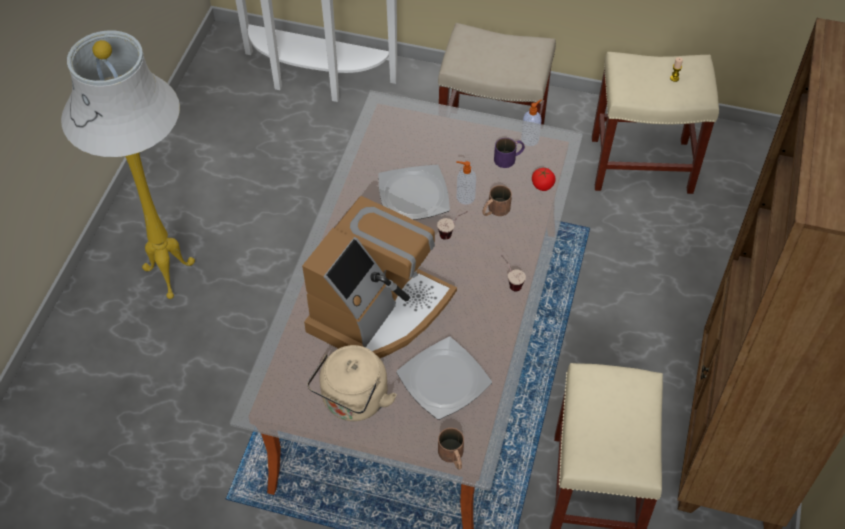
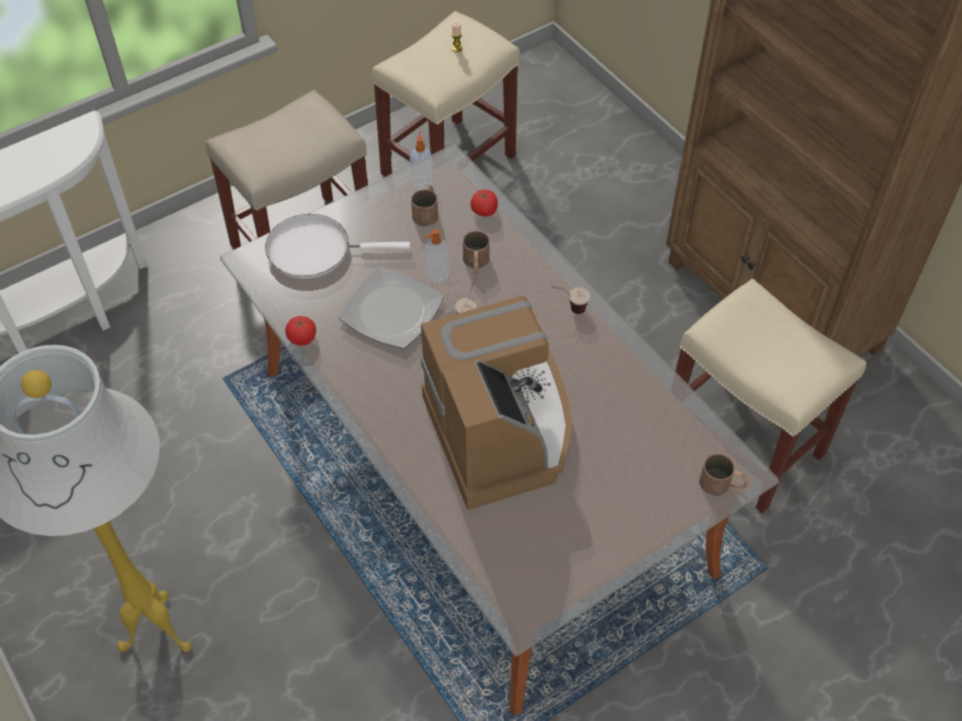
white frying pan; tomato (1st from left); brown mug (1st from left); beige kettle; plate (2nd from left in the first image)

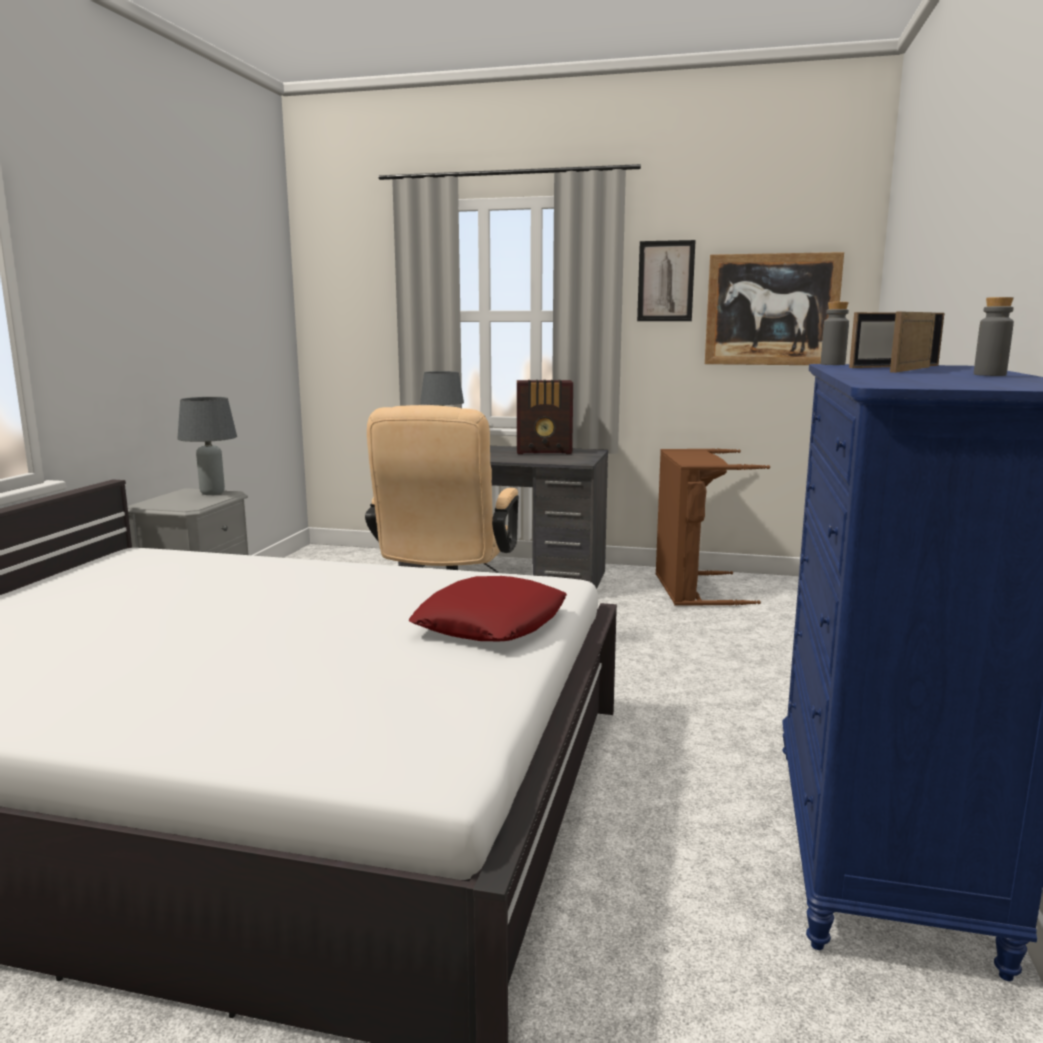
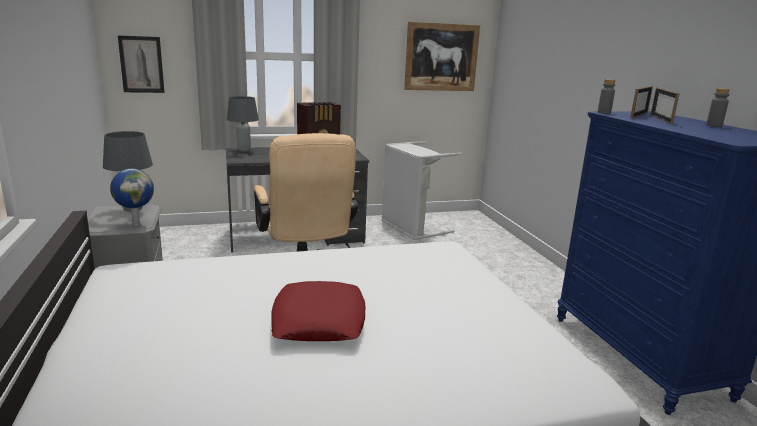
globe; picture (1st from left); red pillow; grey laundry basket

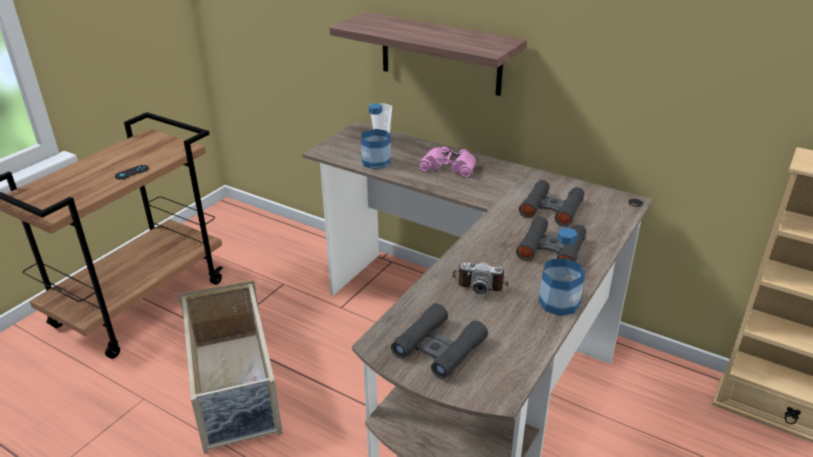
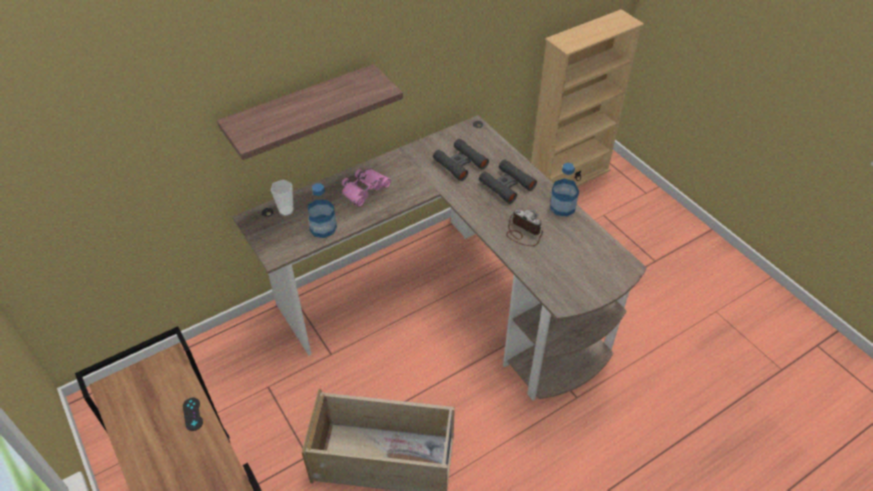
photo camera; black binoculars (1st from left in the first image)

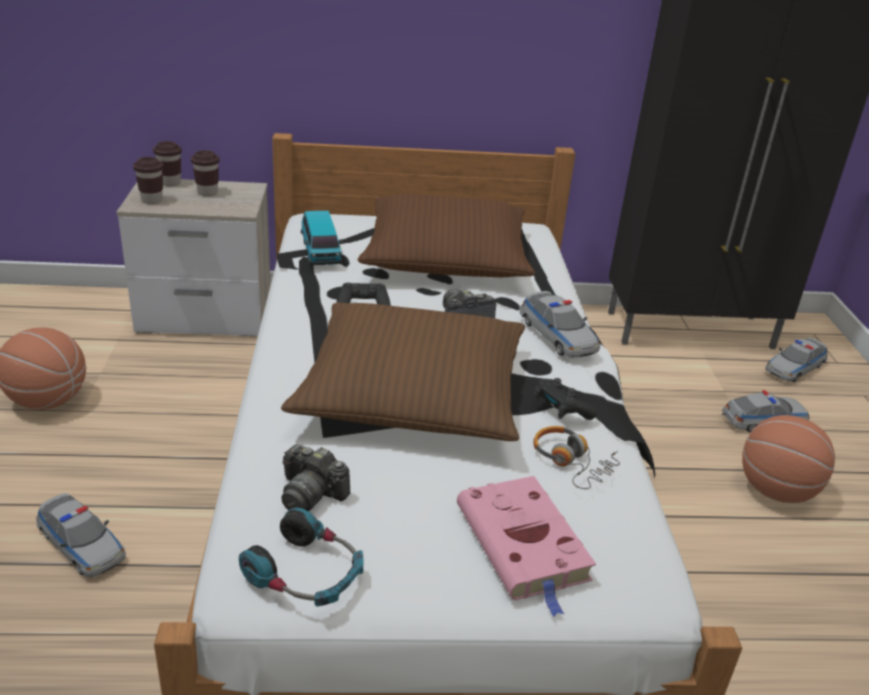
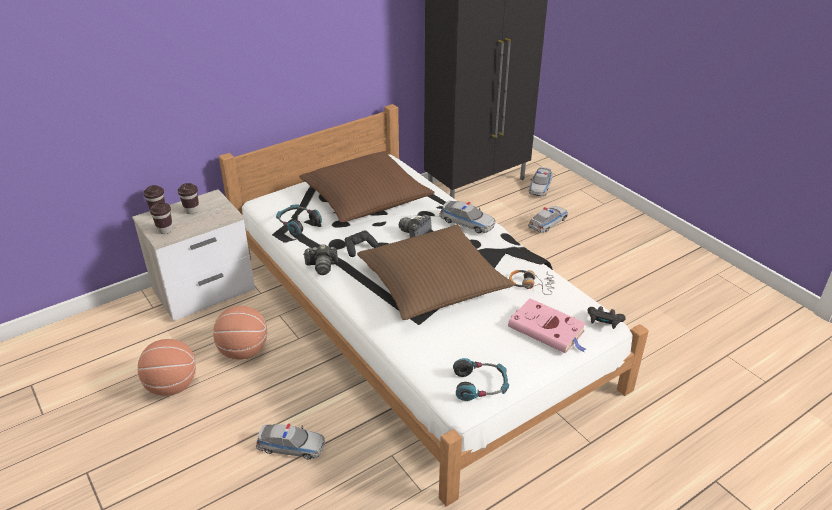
basketball (2nd from left); headphones (1st from left); photo camera (1st from left); black game controller (2nd from left)

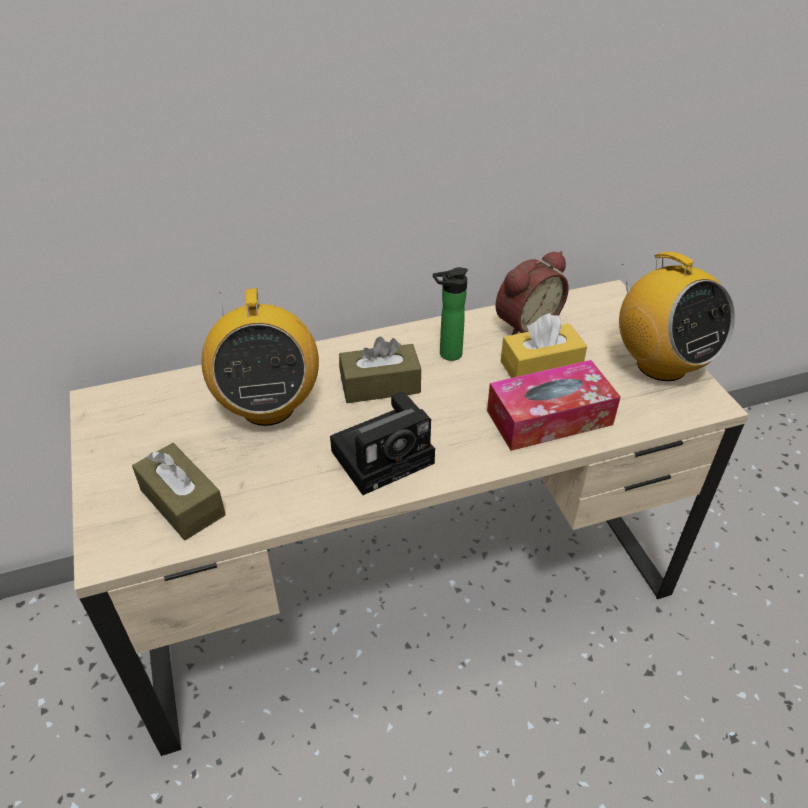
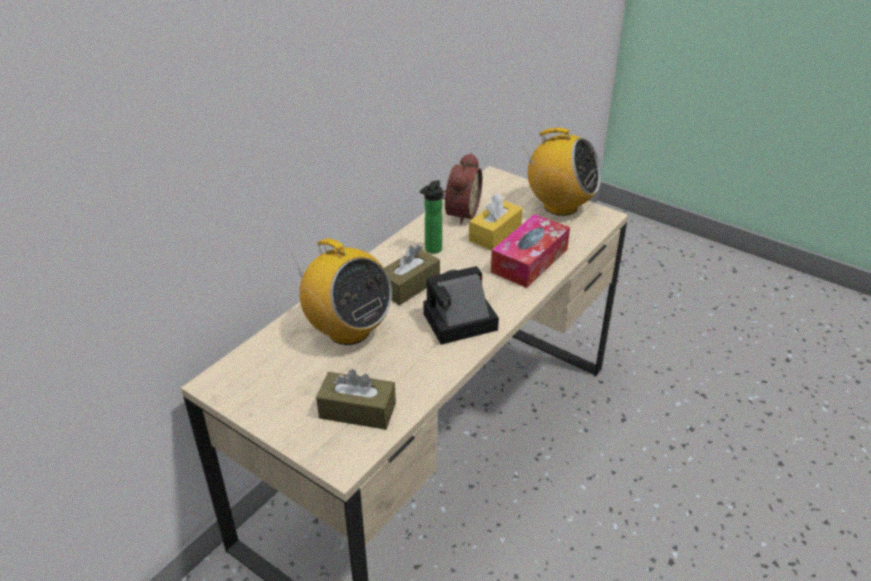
photo camera

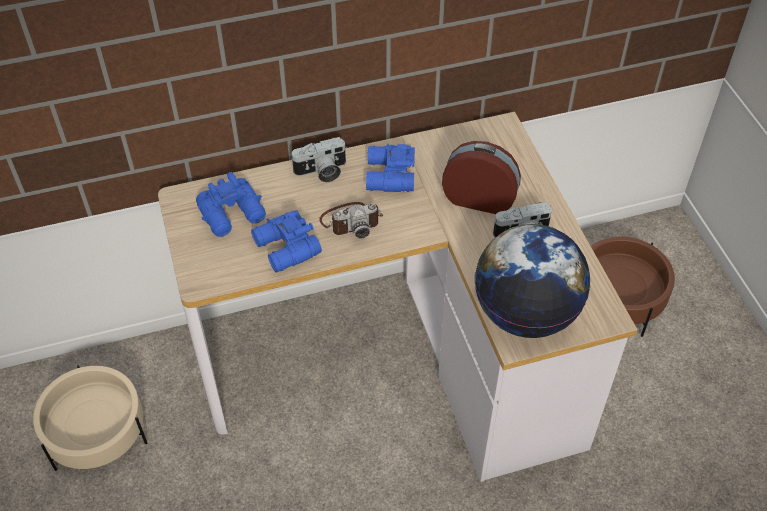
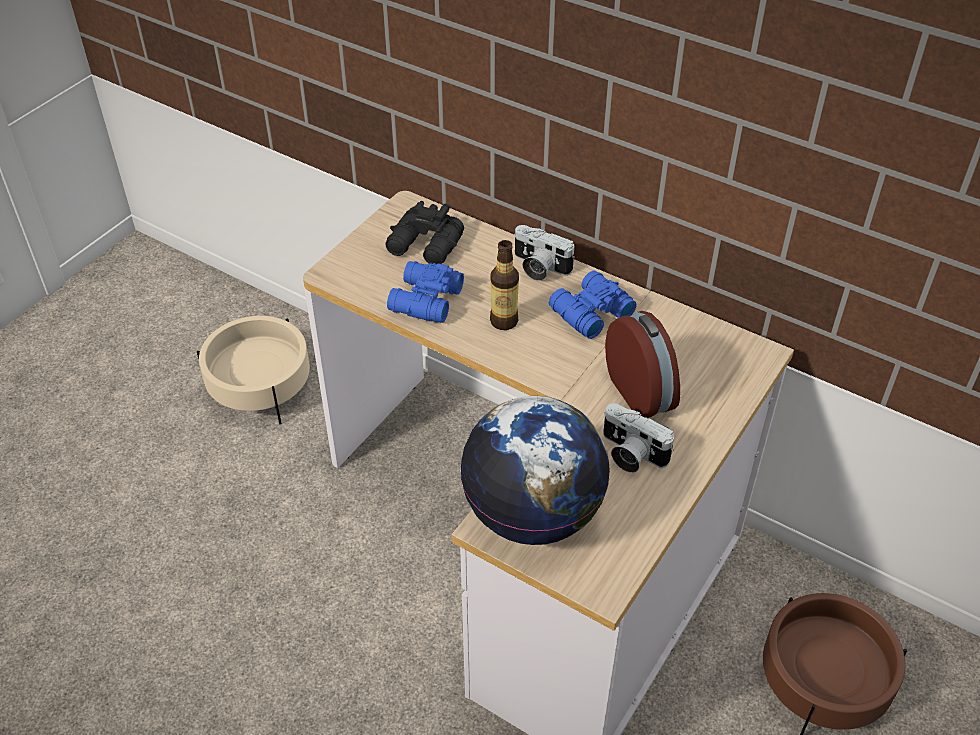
black binoculars; bottle

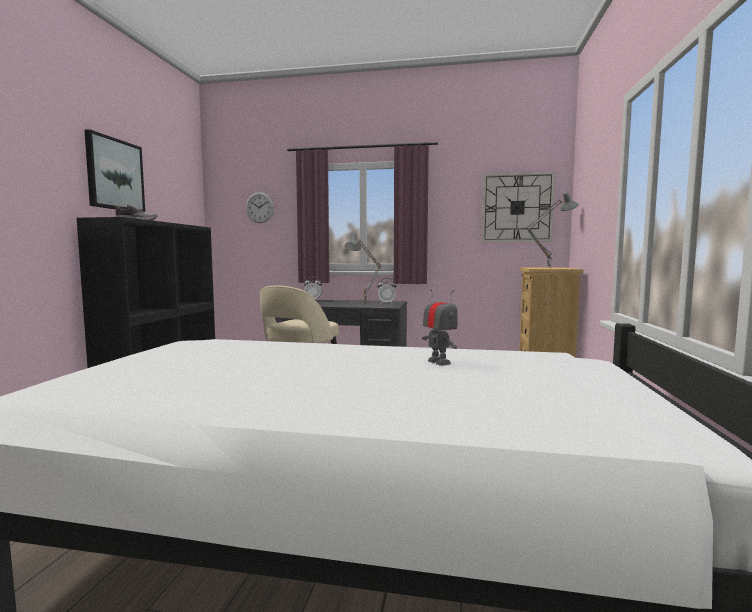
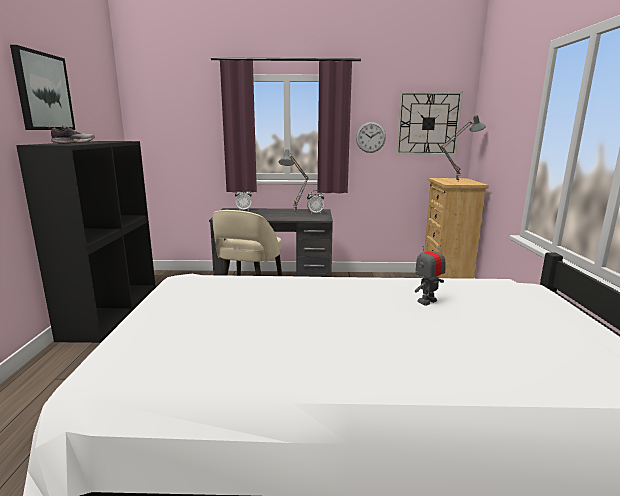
wall clock (1st from left); toy robot

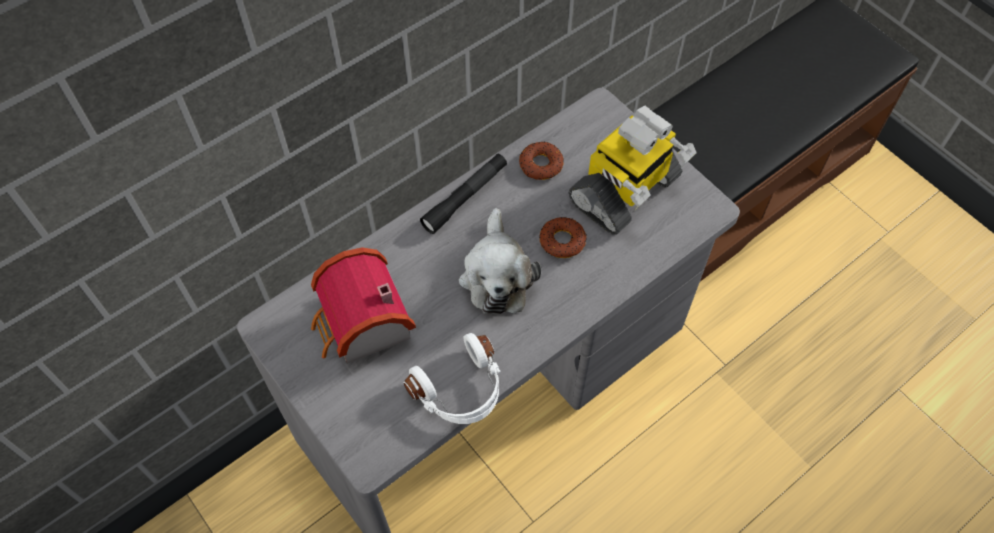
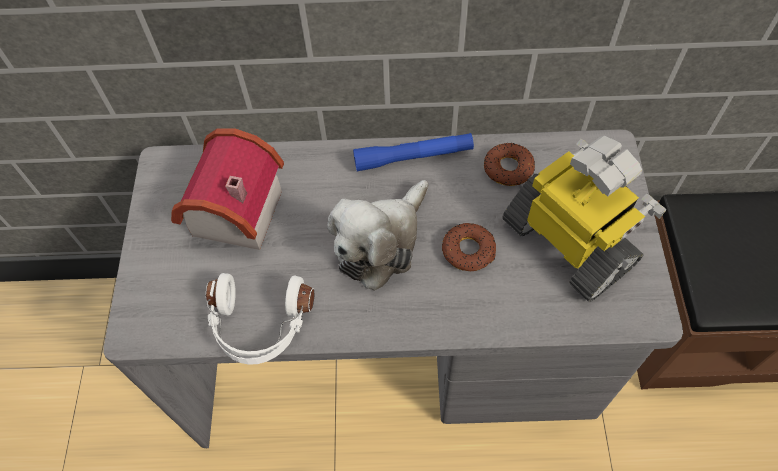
blue flashlight; toy robot

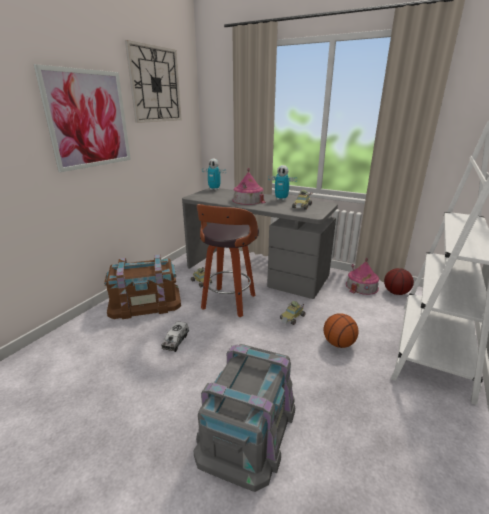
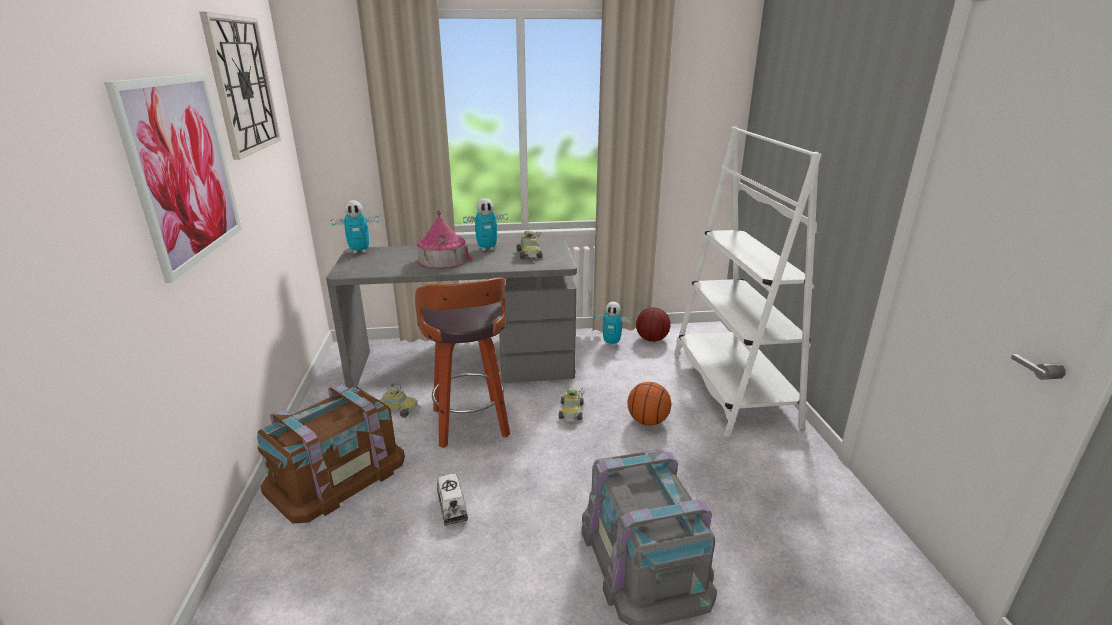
toy robot (3rd from left)

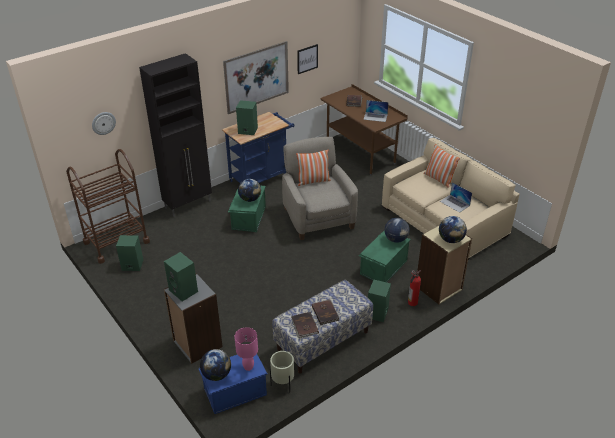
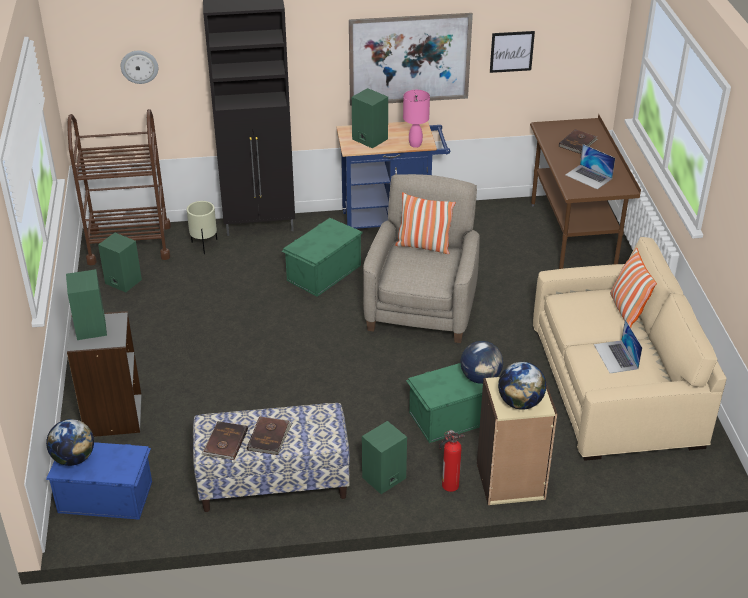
beige planter; pink table lamp; globe (2nd from left in the first image)

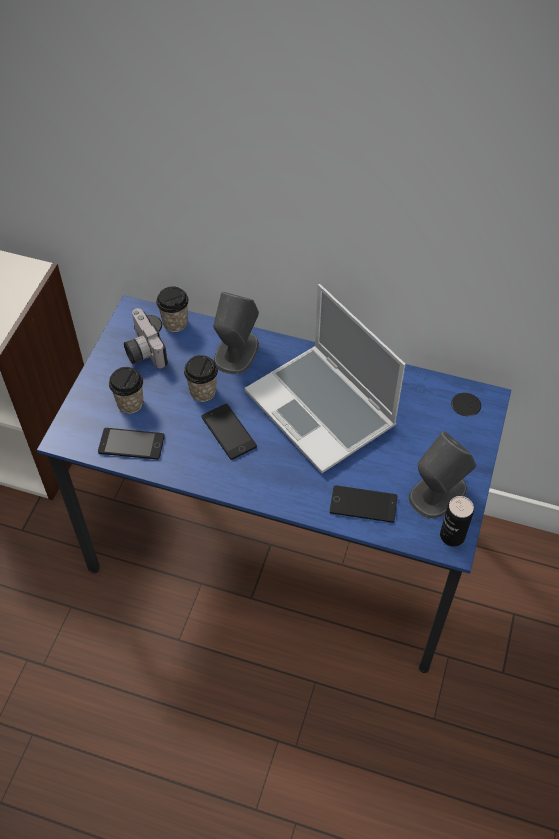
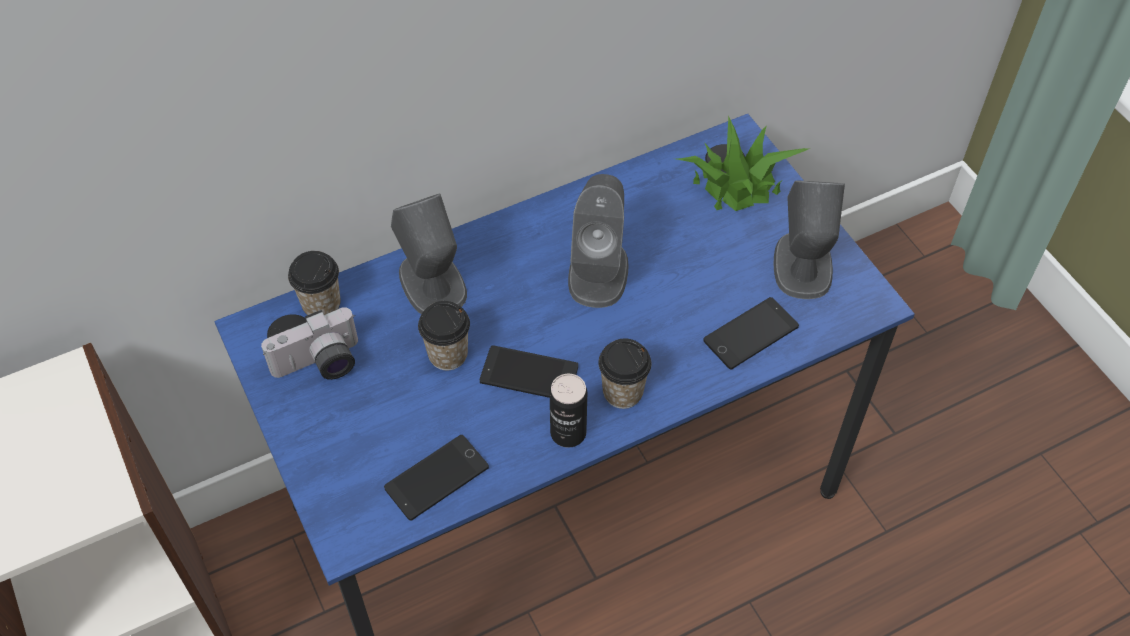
photo camera; can; grey speaker (2nd from left); cup (3rd from left); potted plant

